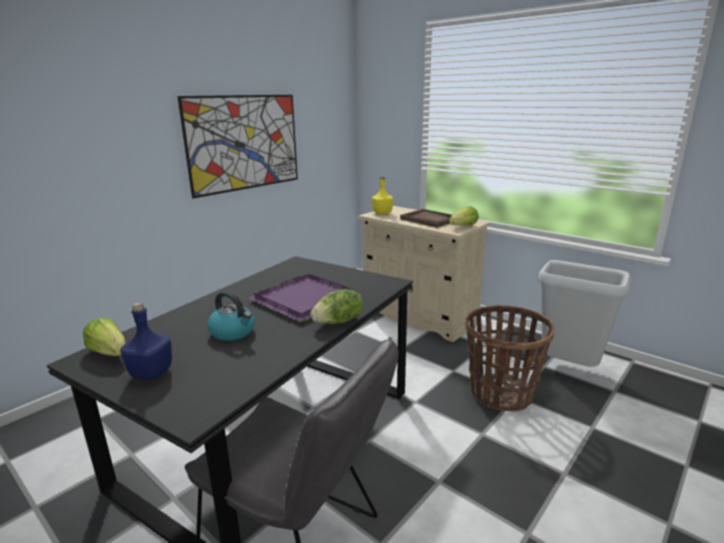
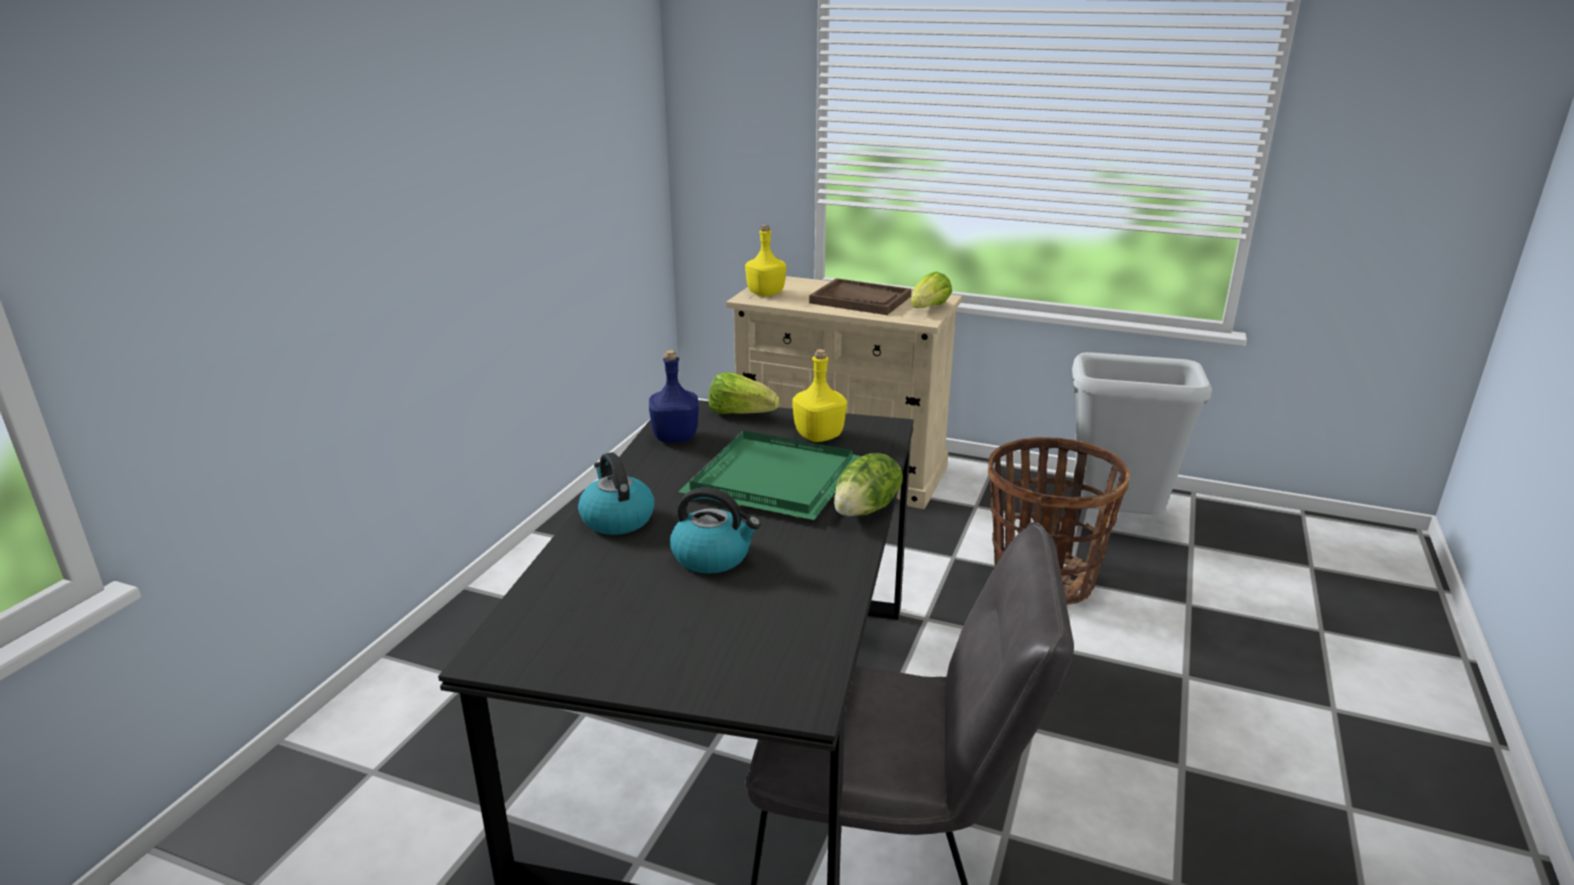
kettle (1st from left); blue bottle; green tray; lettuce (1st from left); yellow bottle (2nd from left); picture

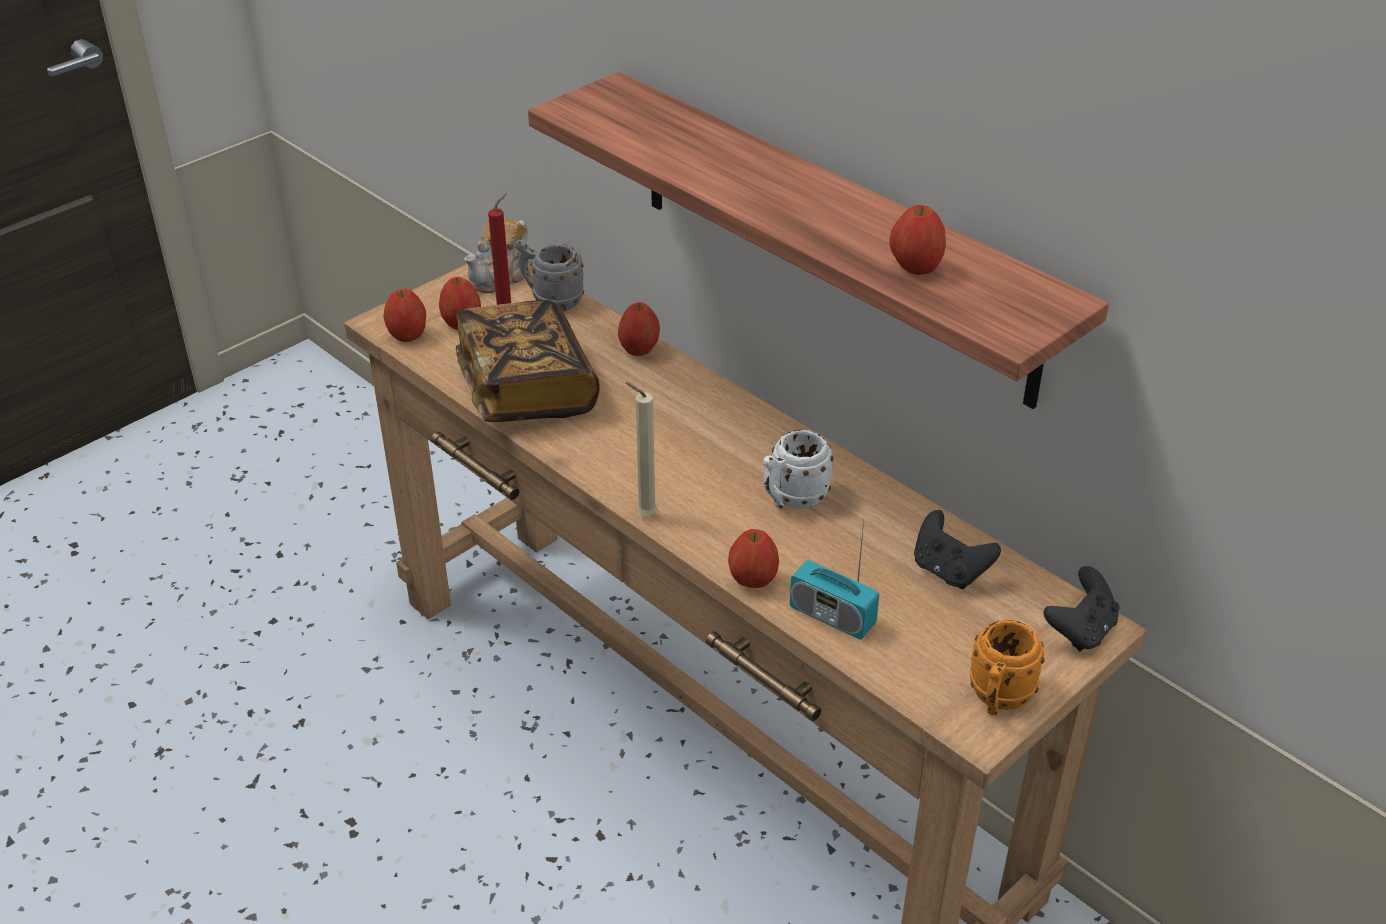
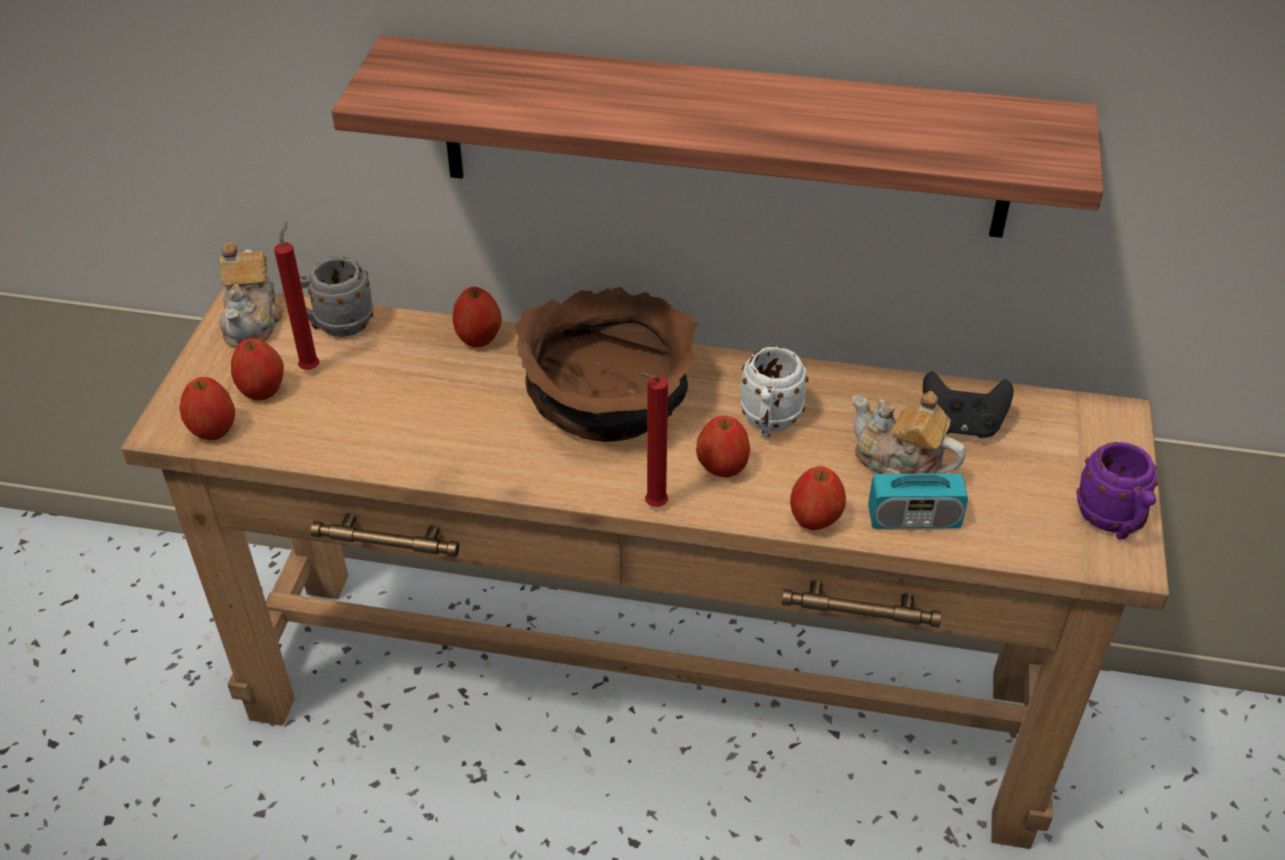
brown bowl; red candle (2nd from left); apple (4th from left); teapot (2nd from left); purple mug; book; black game controller (2nd from left in the first image)

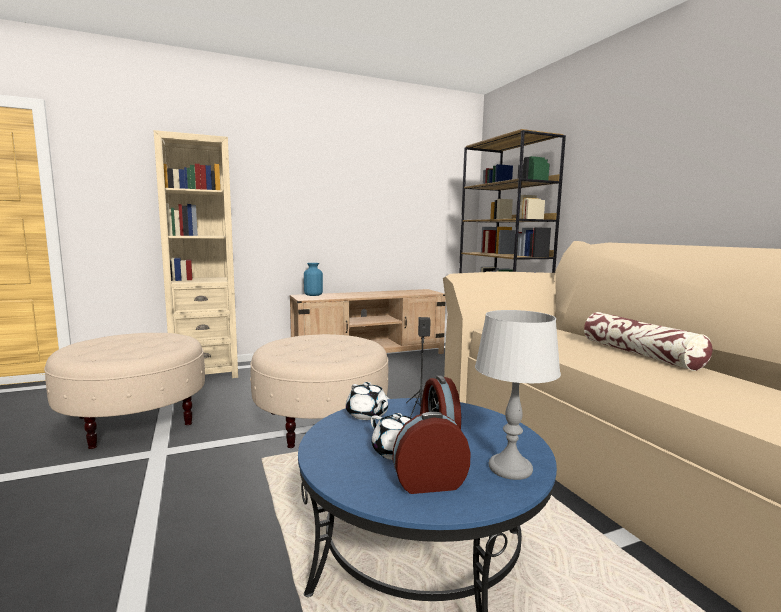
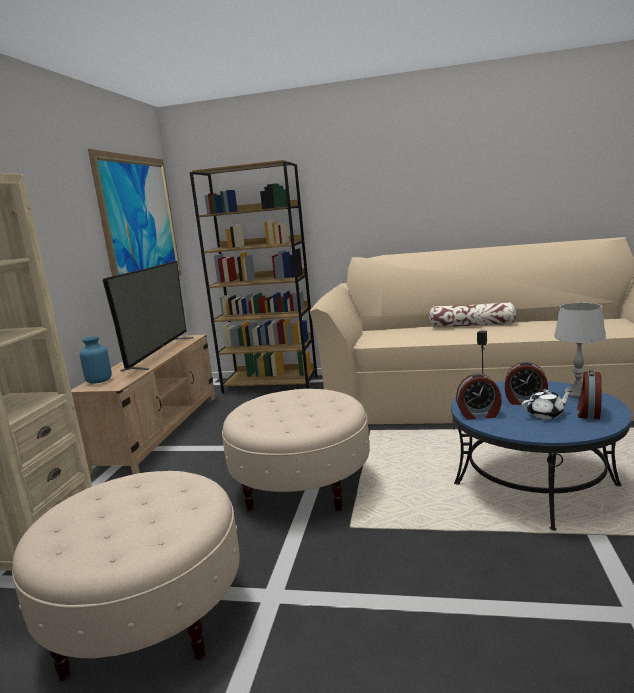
picture; television; alarm clock (1st from left)

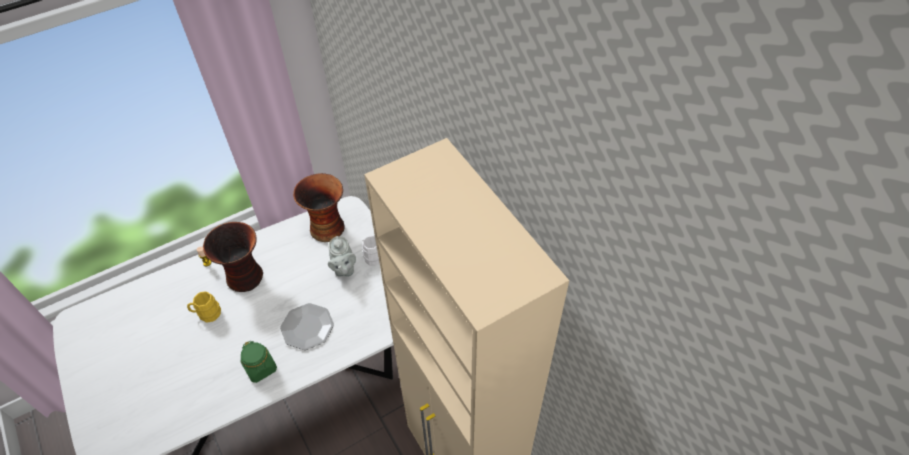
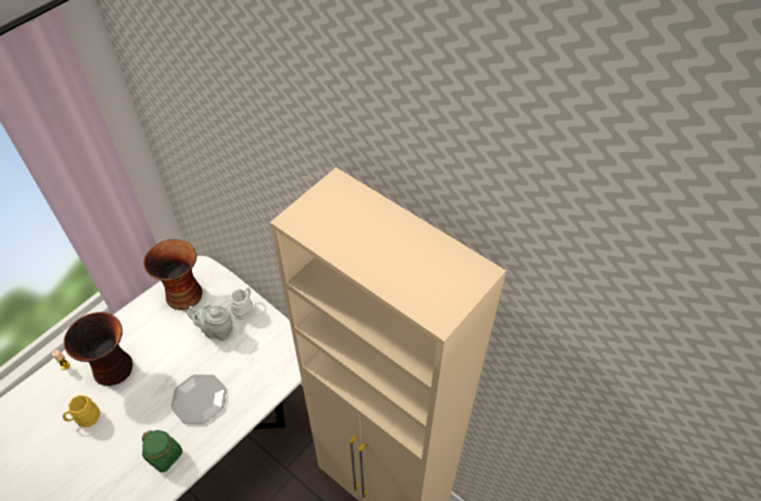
grey teapot

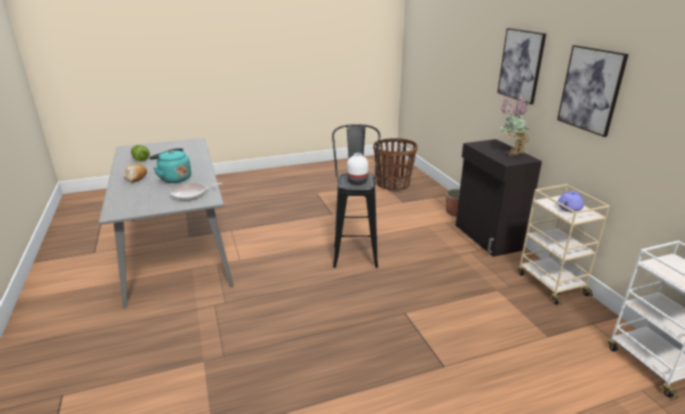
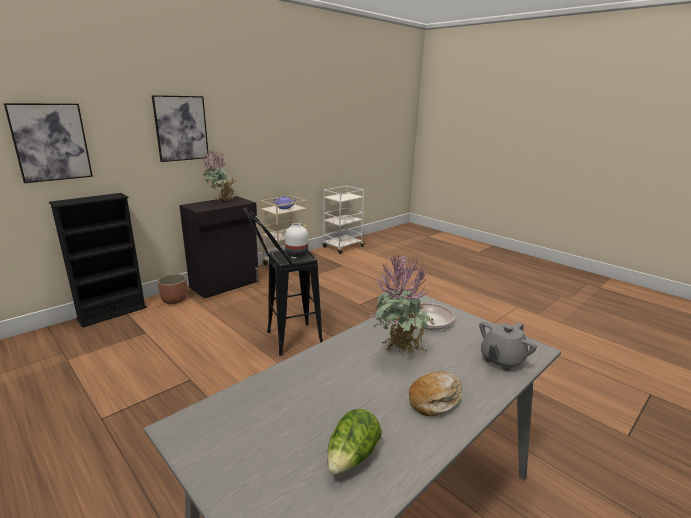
picture (1st from left); black bookcase; potted plant (2nd from left); grey teapot; basket

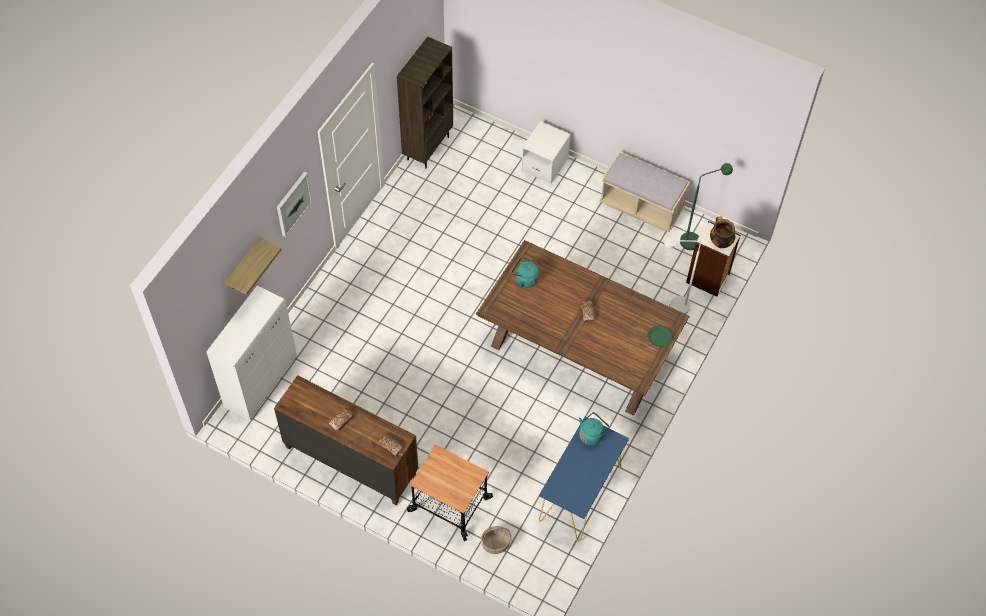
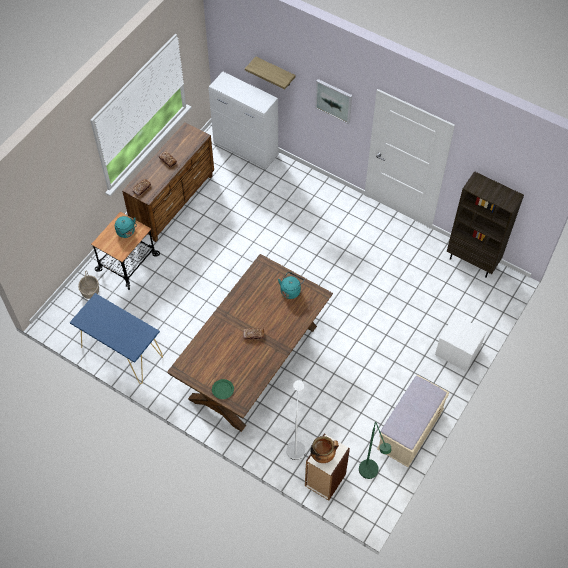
turquoise kettle (1st from left)

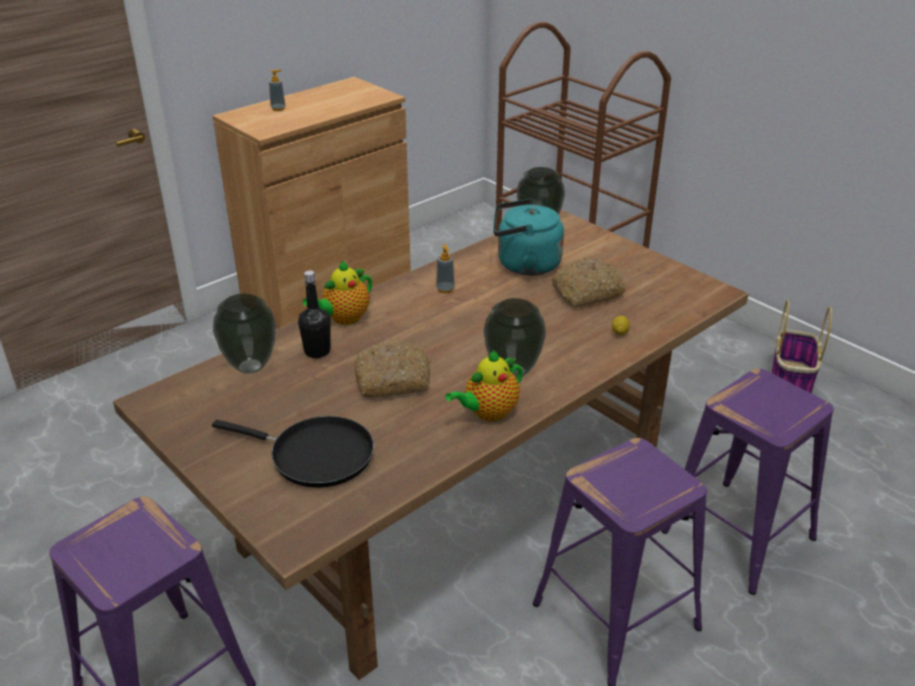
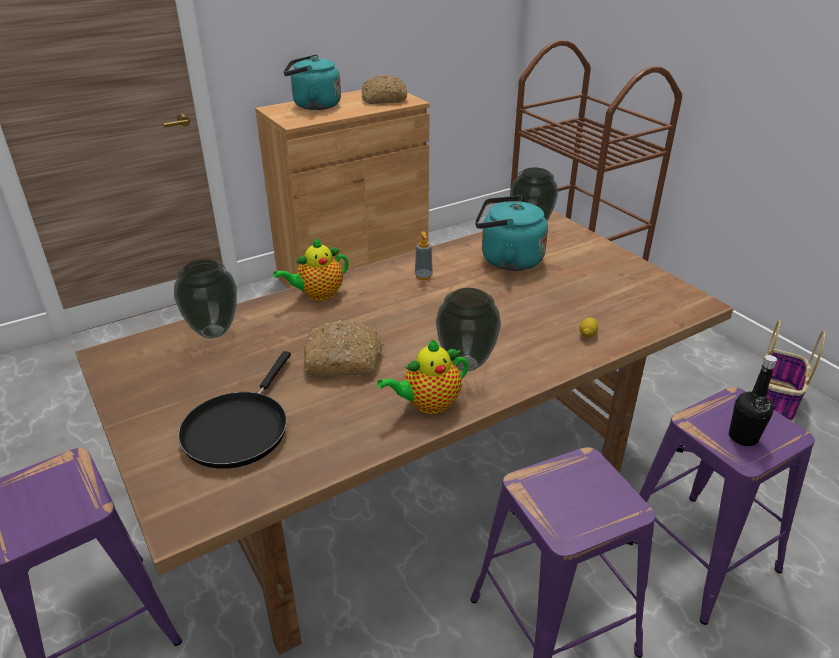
black frying pan; turquoise kettle (1st from left); bread (2nd from left); black bottle

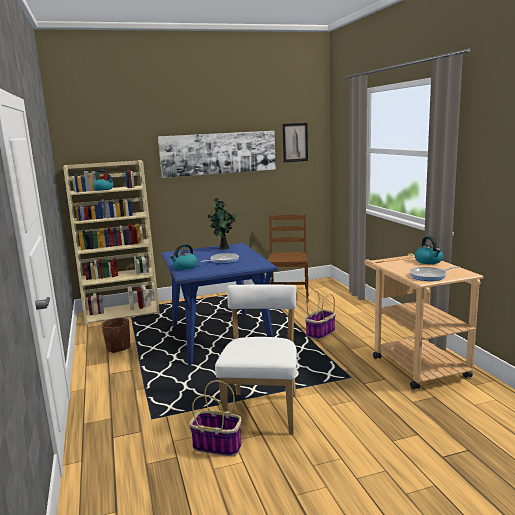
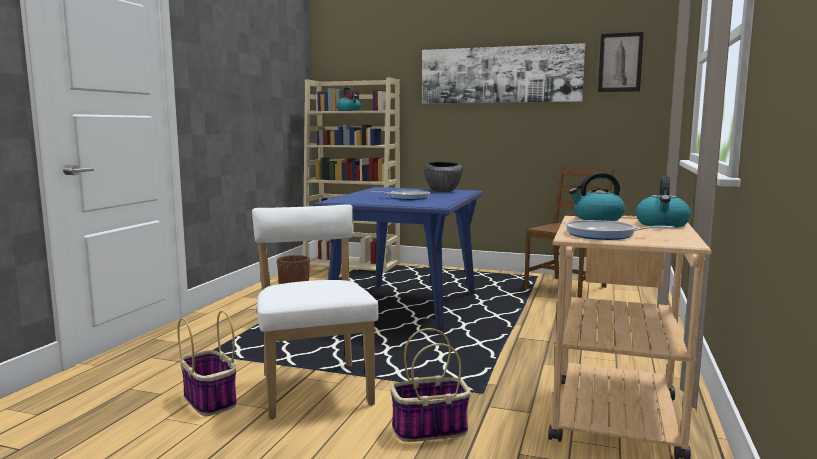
white chair; basket (2nd from left); bowl; kettle (2nd from left)

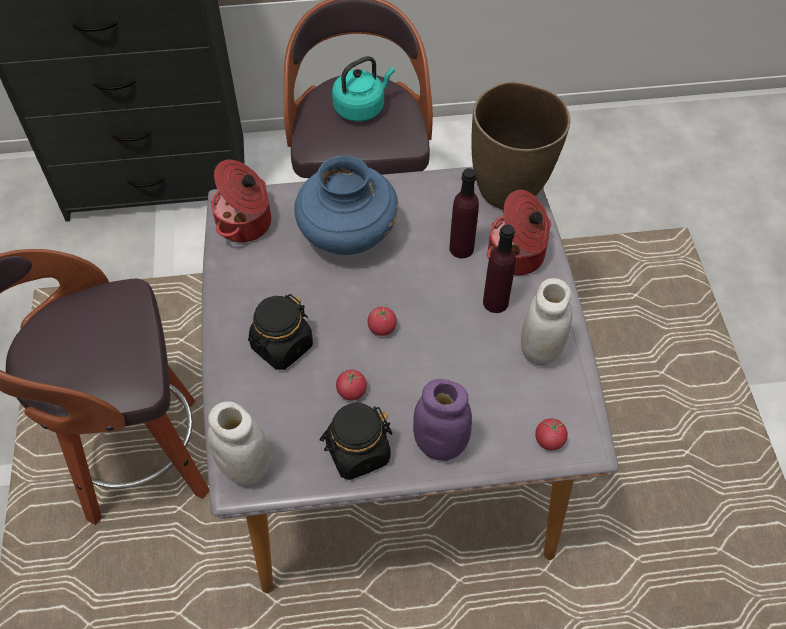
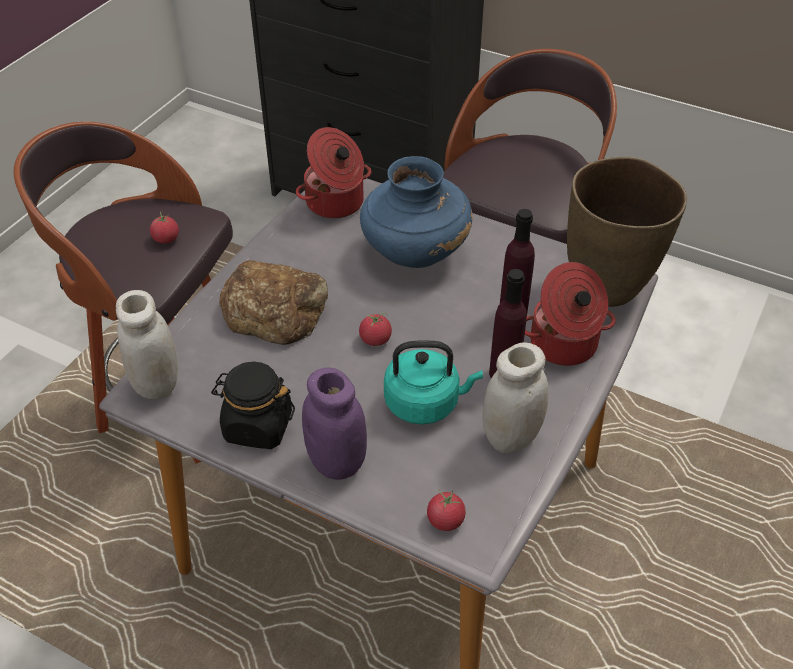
tomato (1st from left); bread; turquoise kettle

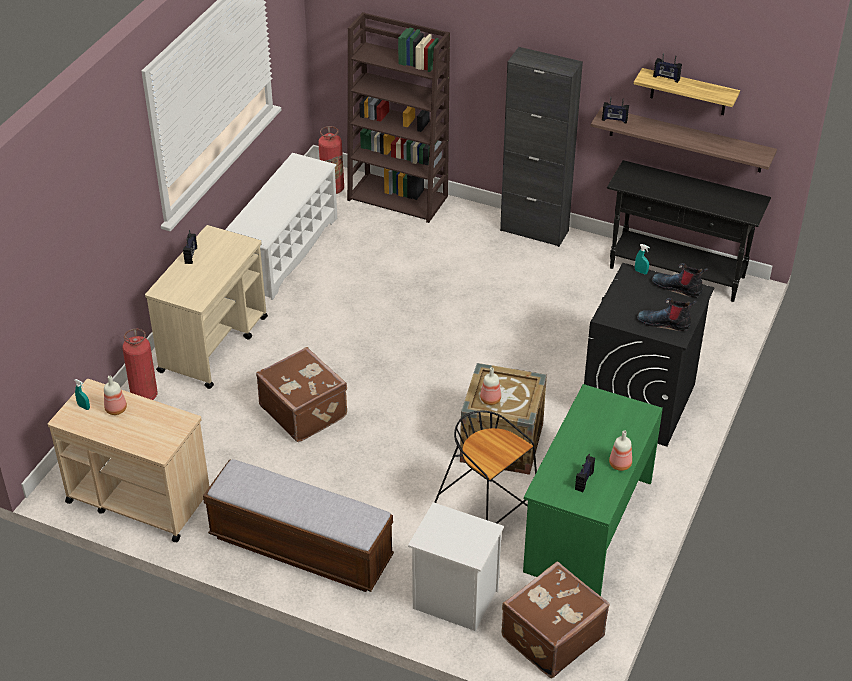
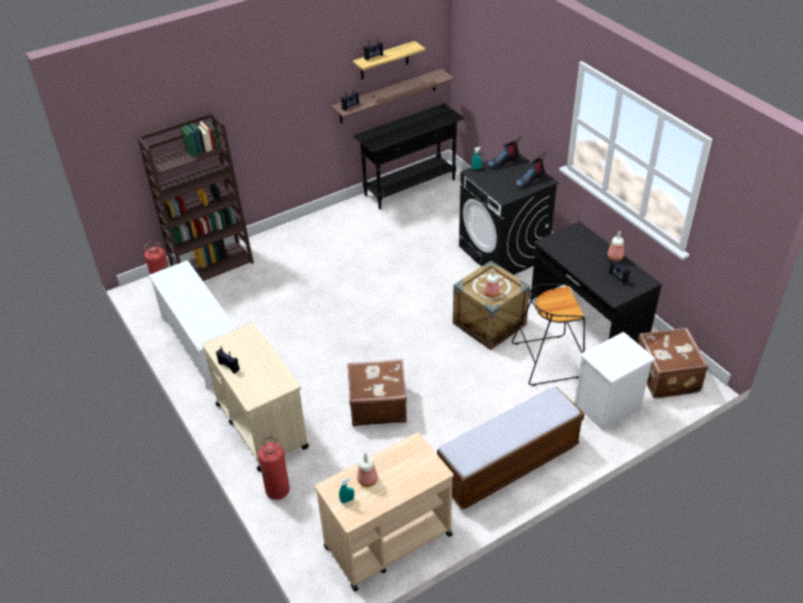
black desk; black cabinet

